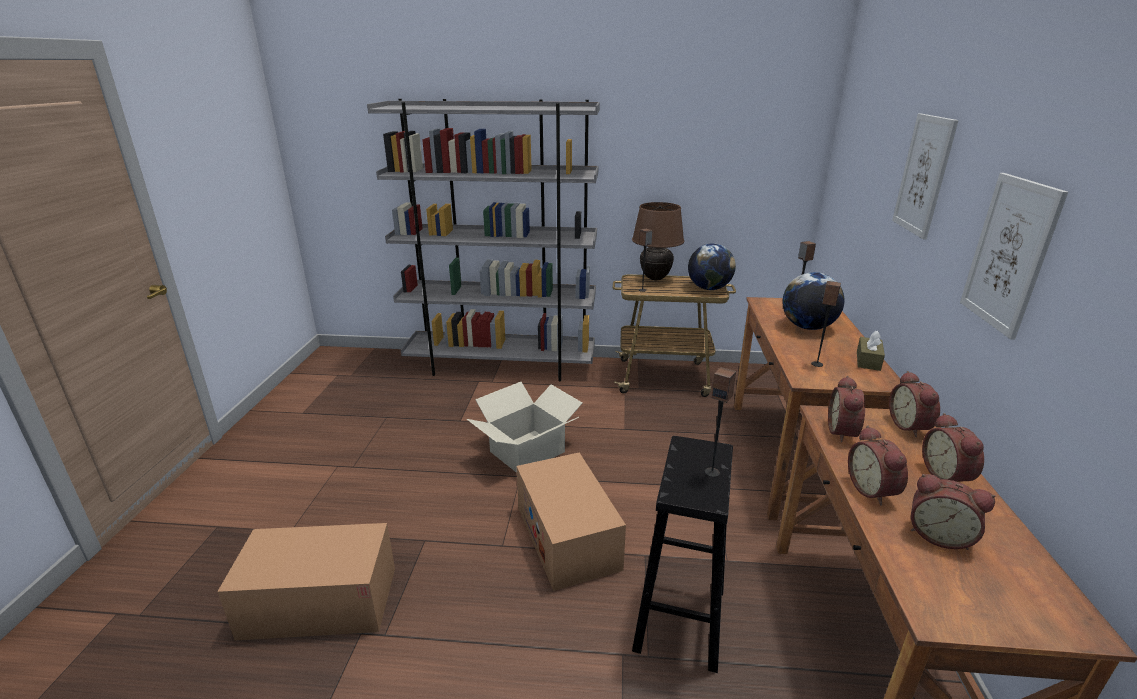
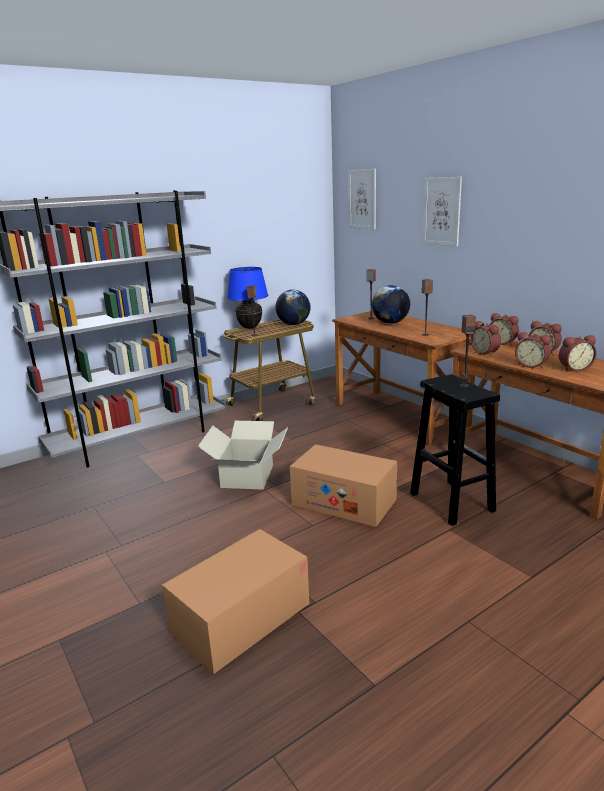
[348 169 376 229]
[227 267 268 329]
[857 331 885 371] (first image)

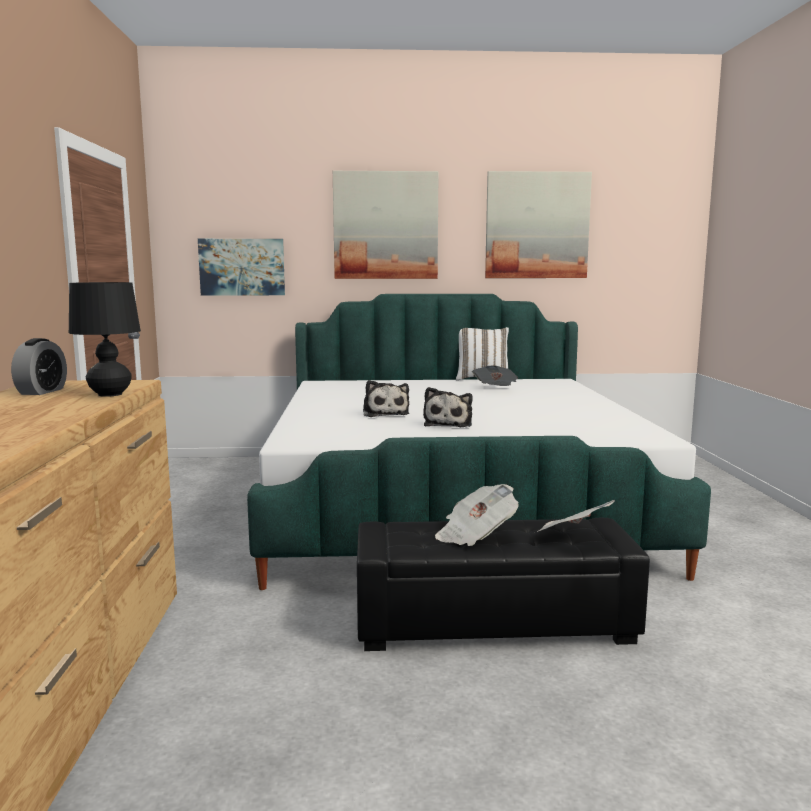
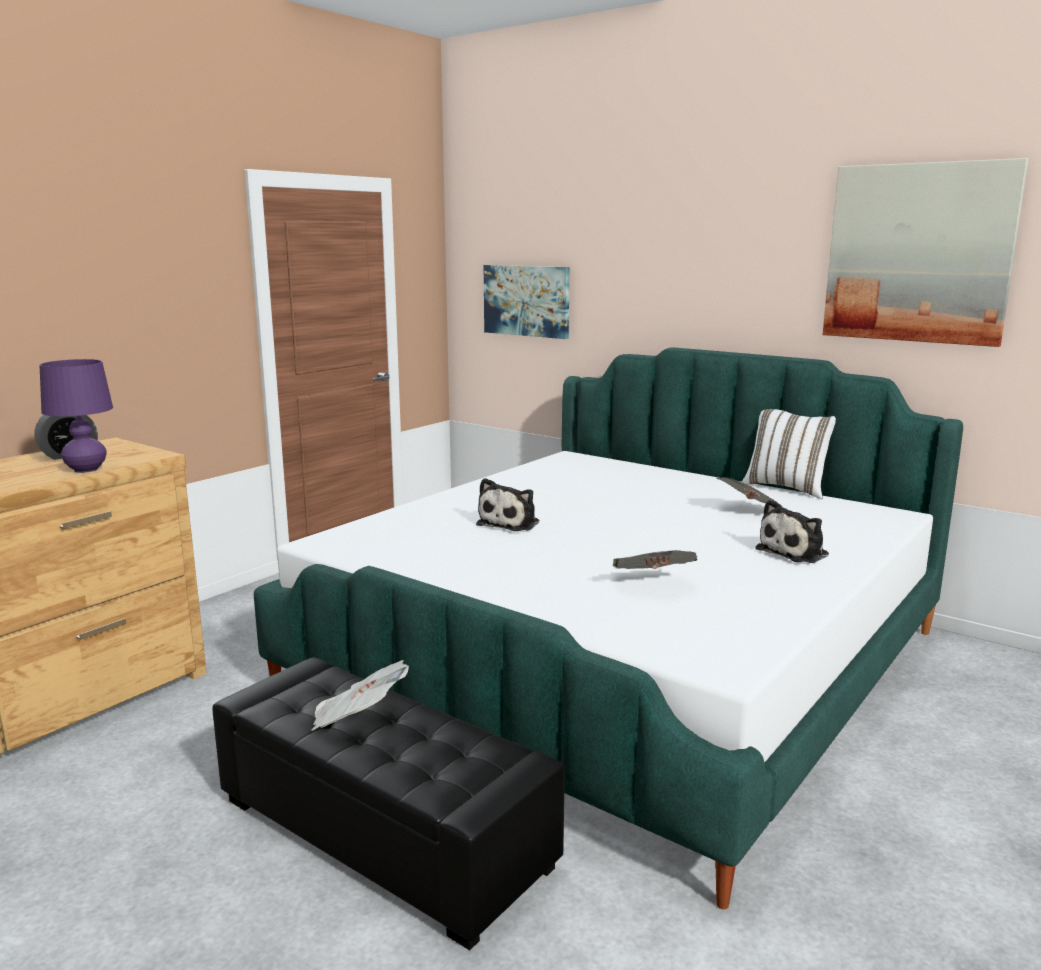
[333 171 439 279] (first image)
[39 359 113 473]
[755 499 829 563]
[613 550 698 569]

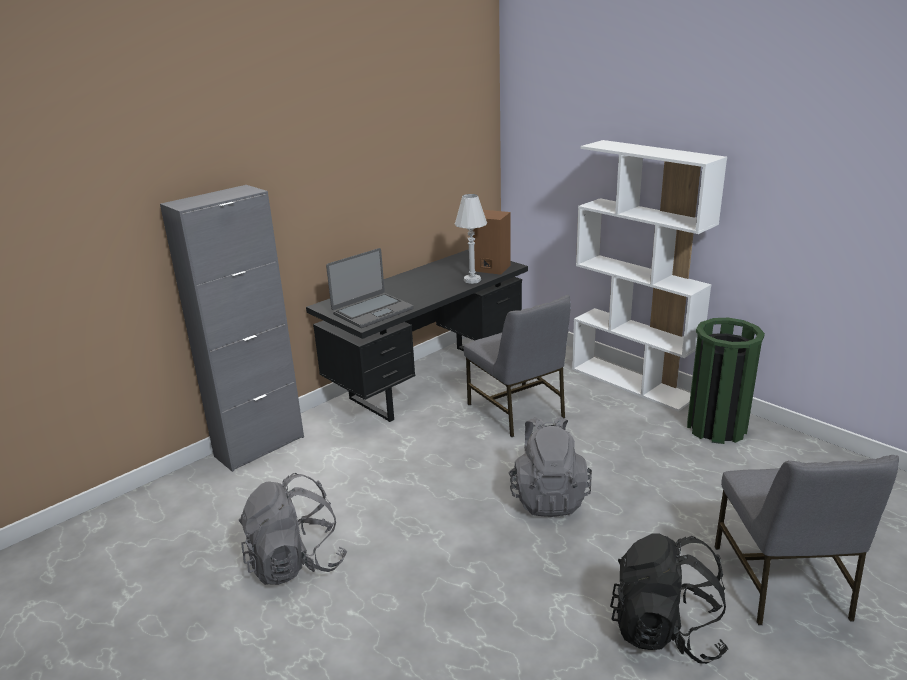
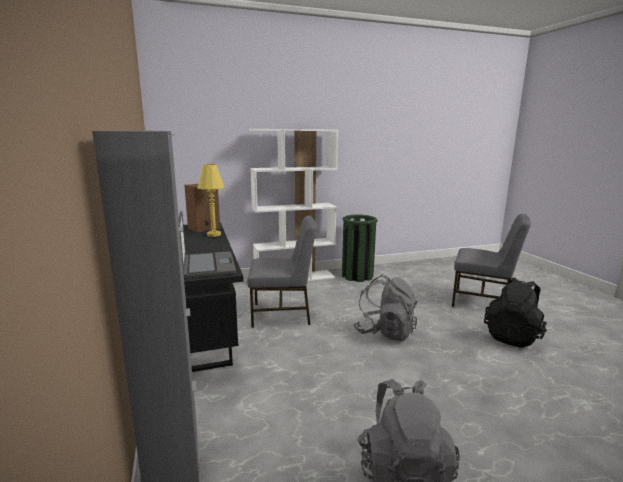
[197 164 225 237]

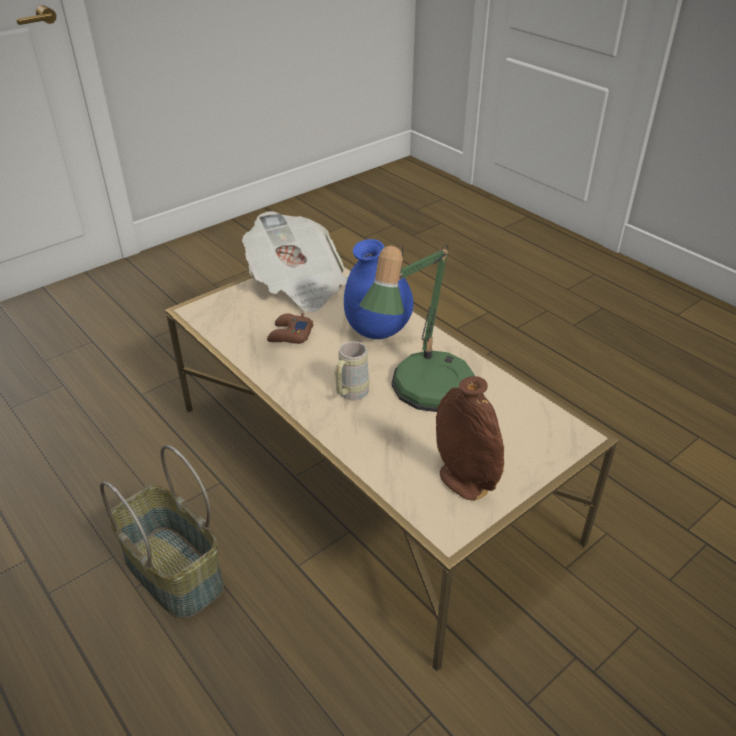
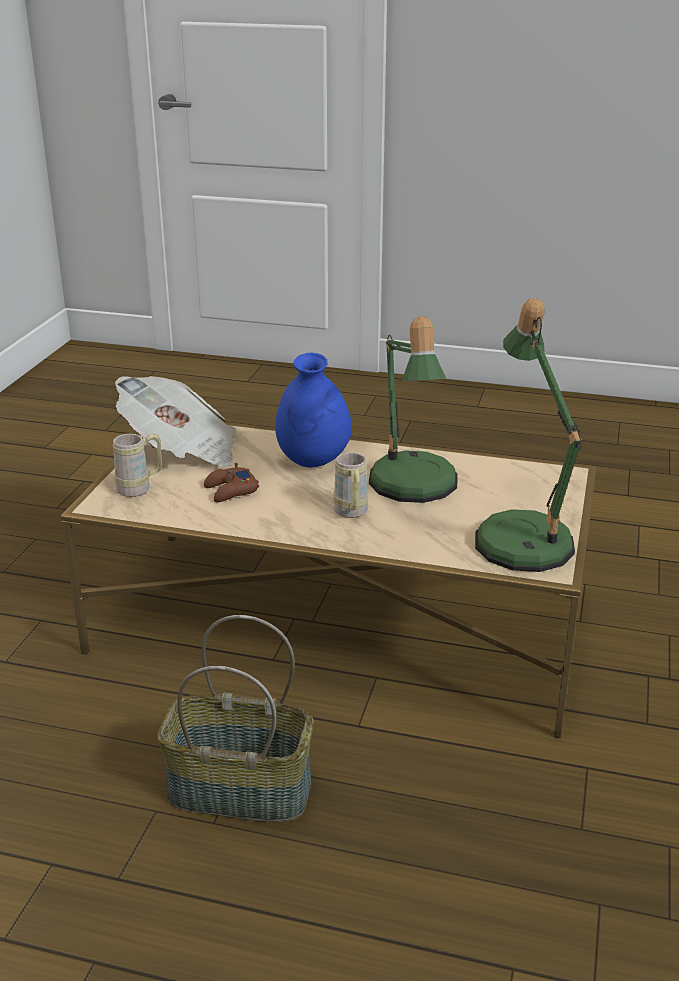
[475 298 582 572]
[113 433 162 497]

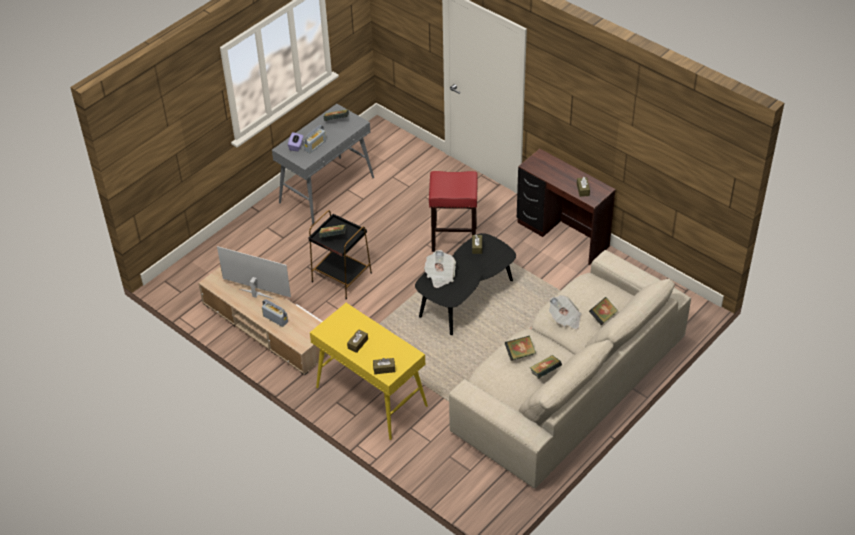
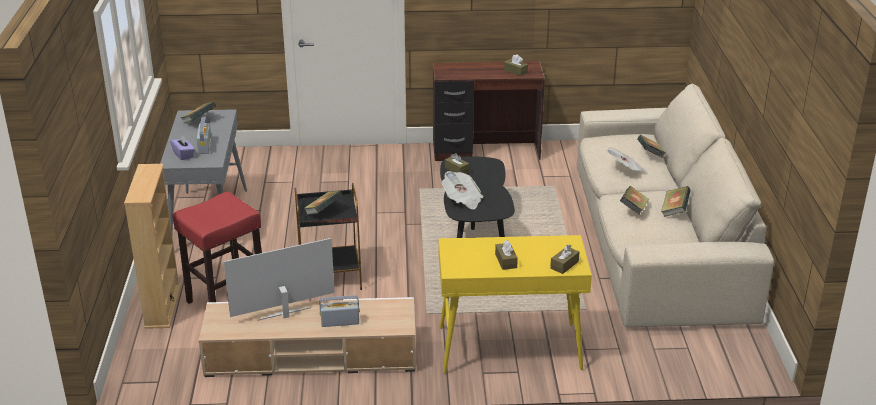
[172 192 262 304]
[124 164 181 329]

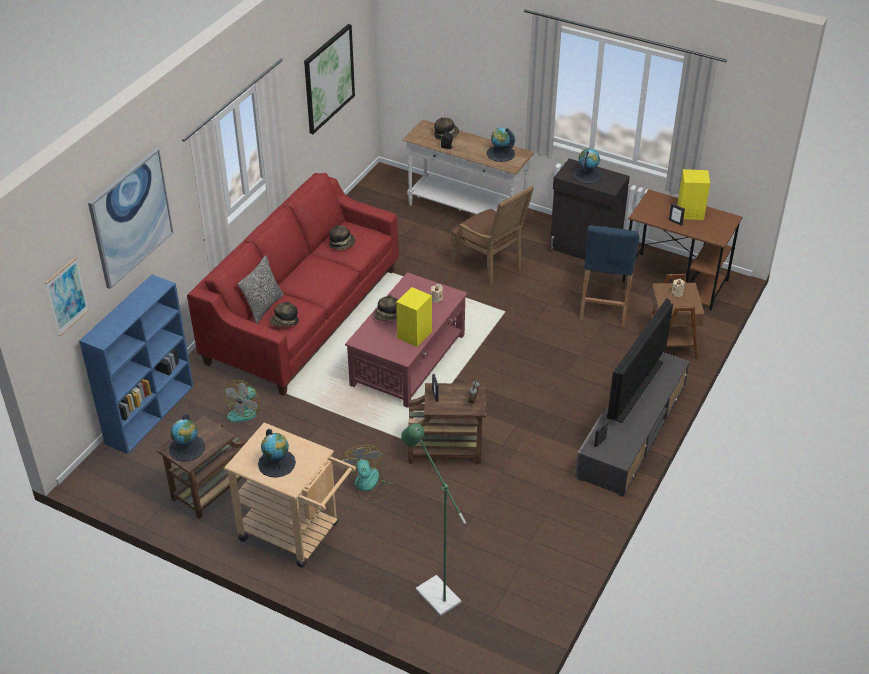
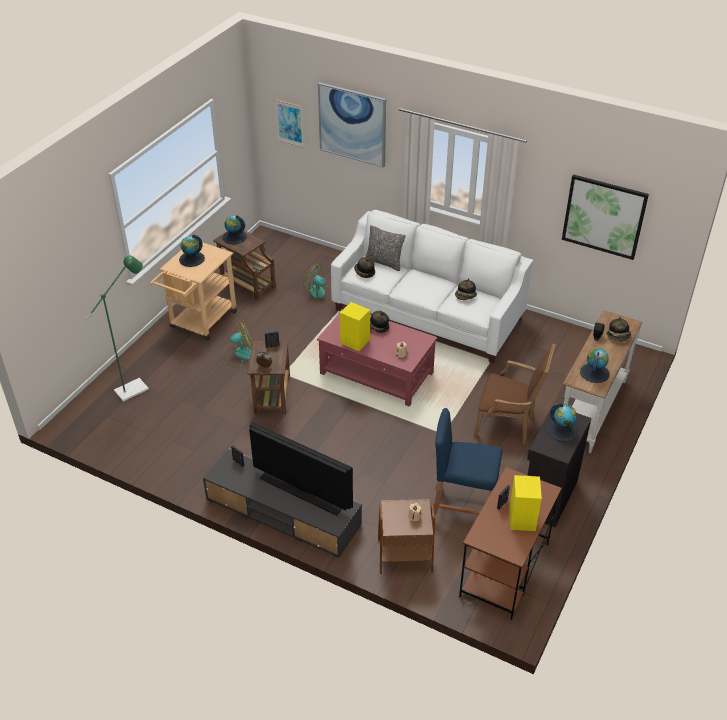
[331 210 534 363]
[474 343 556 444]
[79 275 193 454] (first image)

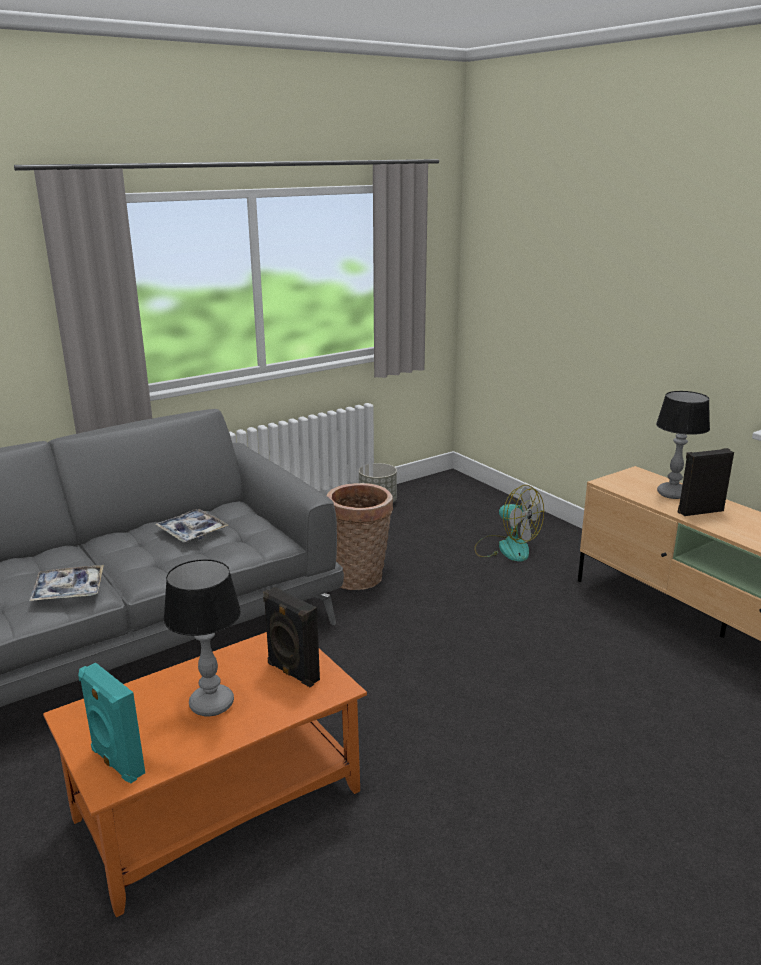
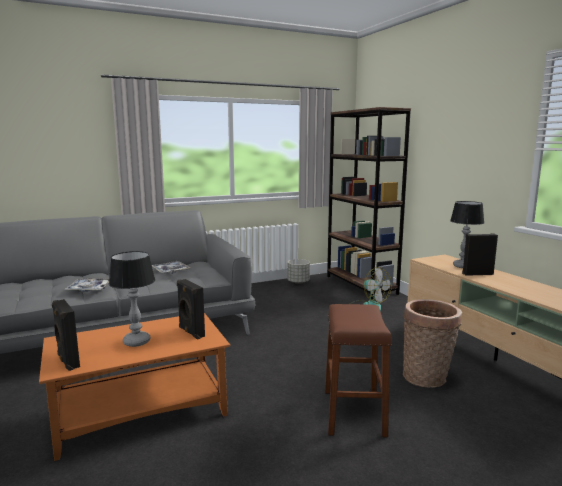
[403 299 462 388]
[52 299 80 371]
[327 107 411 299]
[325 304 392 437]

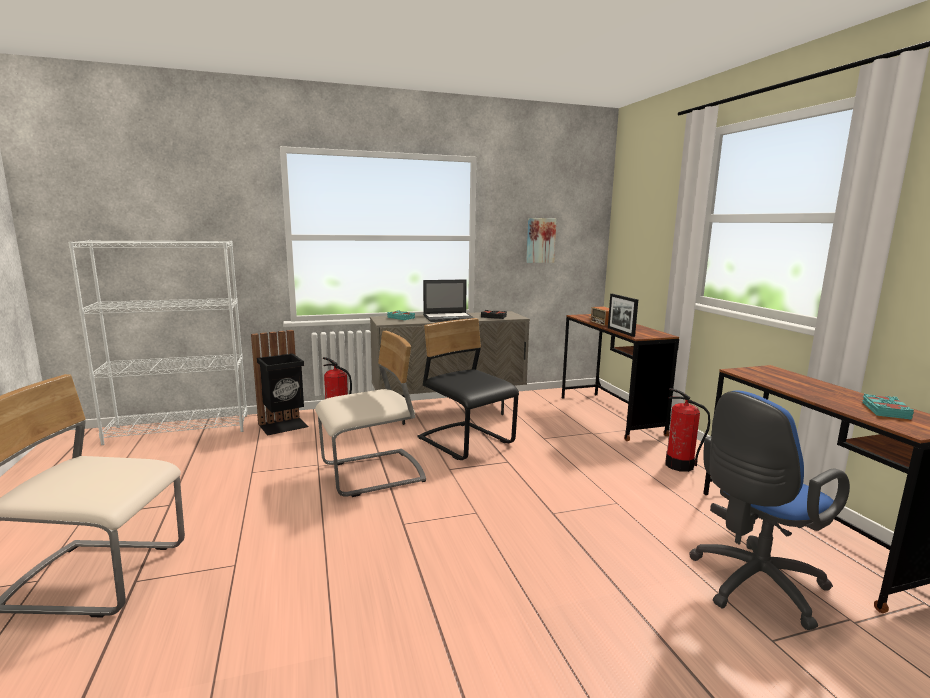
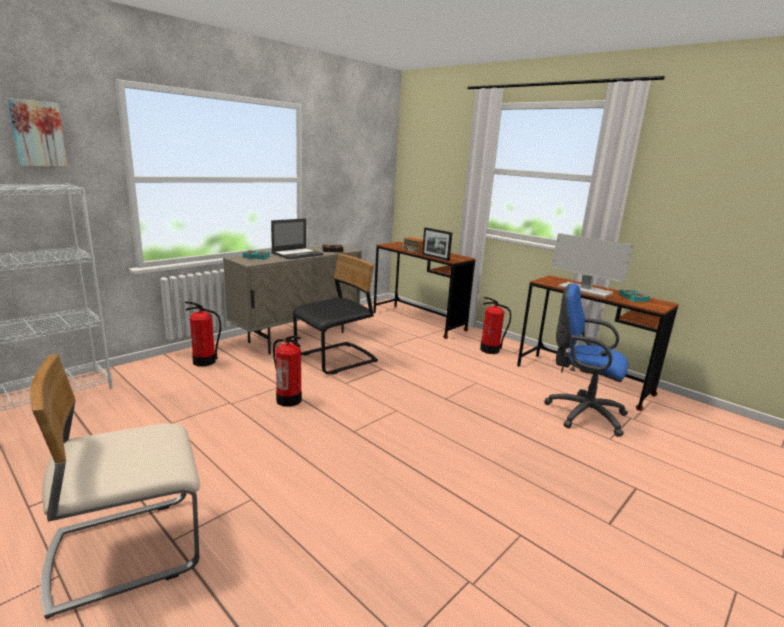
[7 98 68 167]
[292 254 378 375]
[251 330 309 436] (first image)
[273 336 302 407]
[544 283 628 437]
[551 233 633 298]

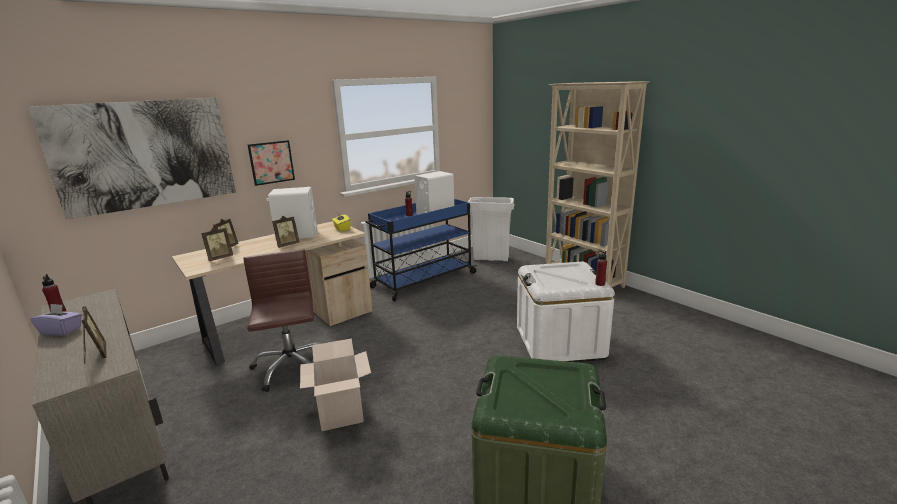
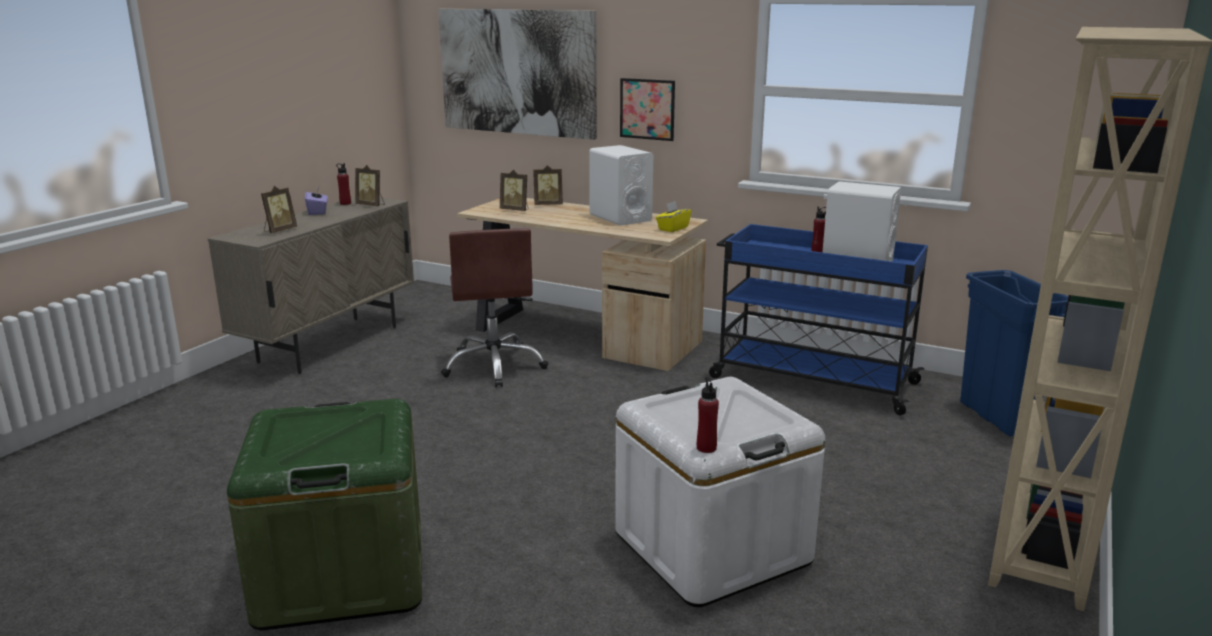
[960 270 1068 437]
[355 165 385 206]
[441 228 548 387]
[300 338 371 431] (first image)

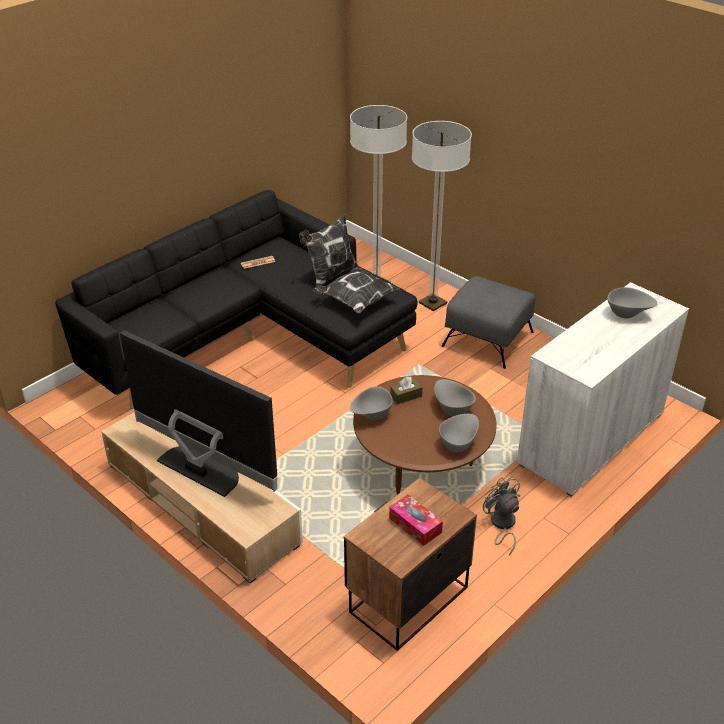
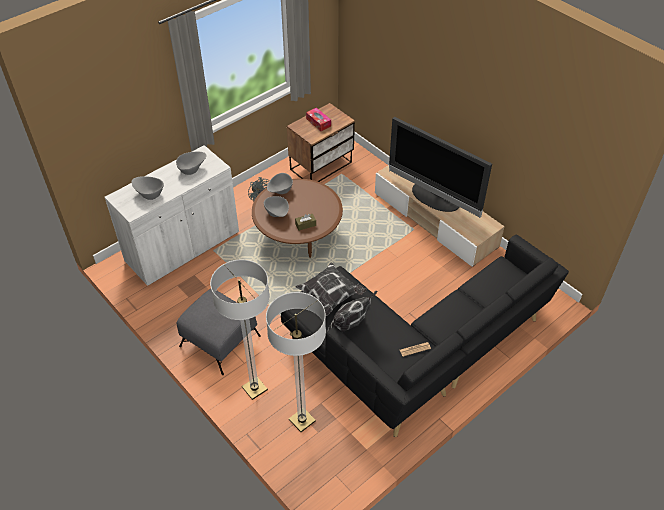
[176 152 206 175]

